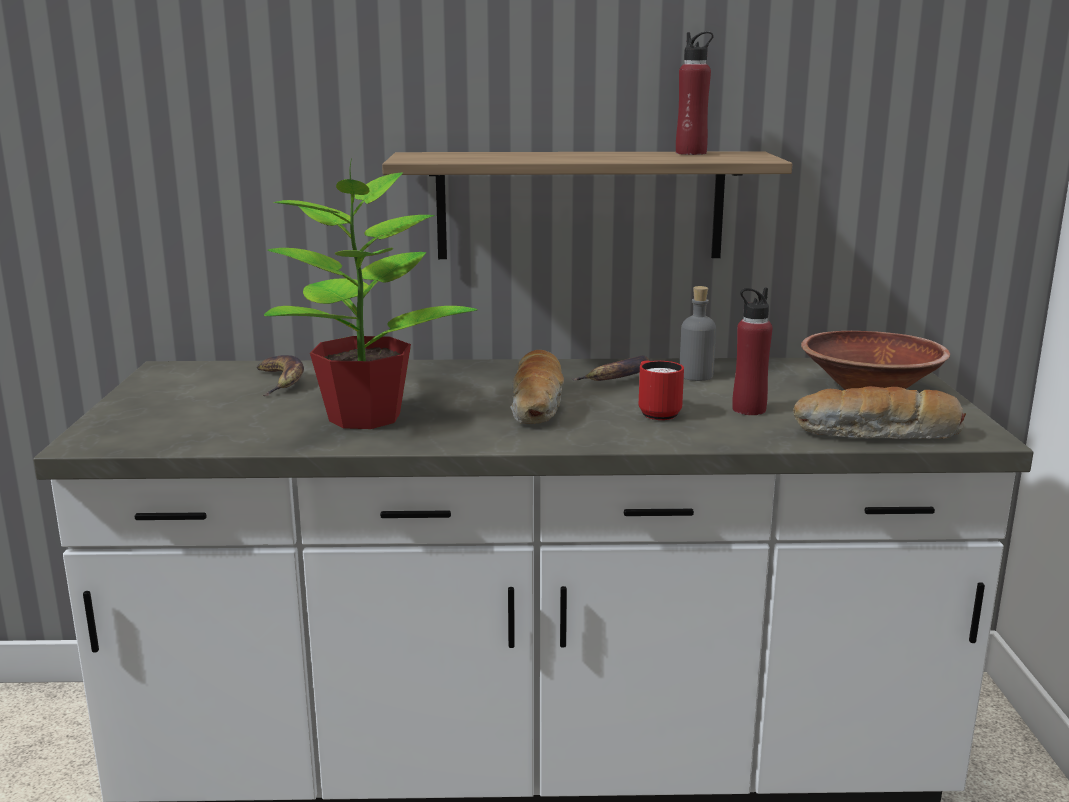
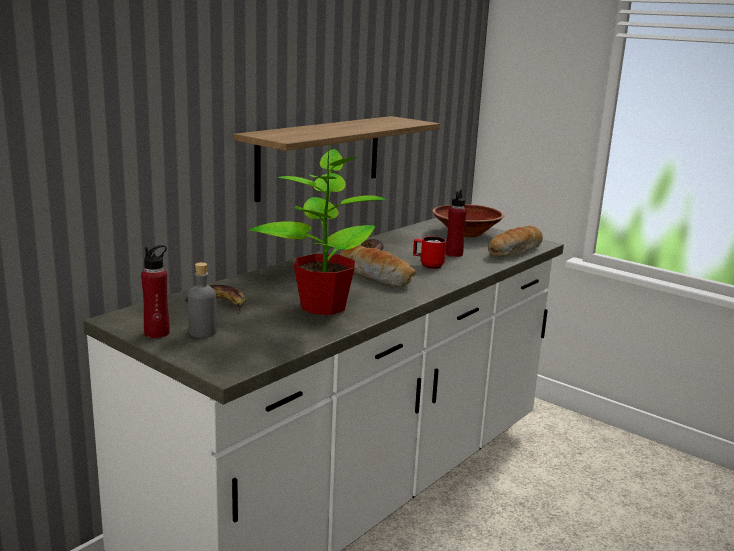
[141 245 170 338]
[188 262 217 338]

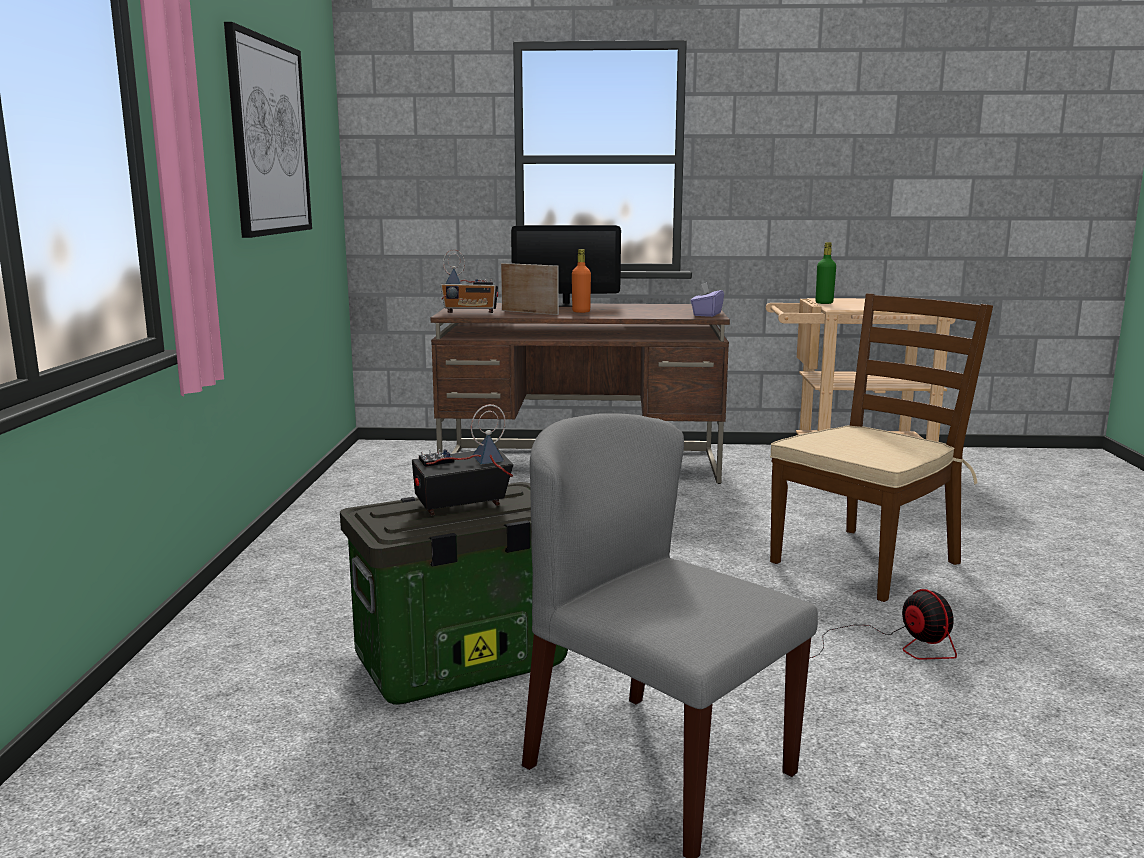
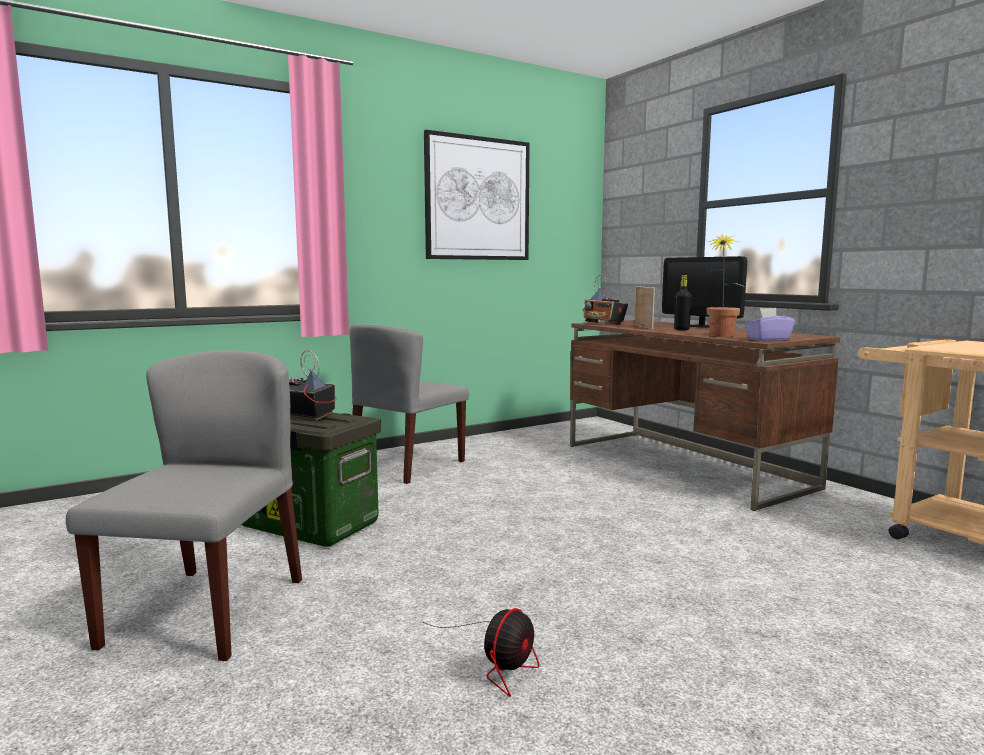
[815 242 836 304] (first image)
[674 275 692 330]
[770 293 993 602] (first image)
[707 234 745 337]
[349 324 469 484]

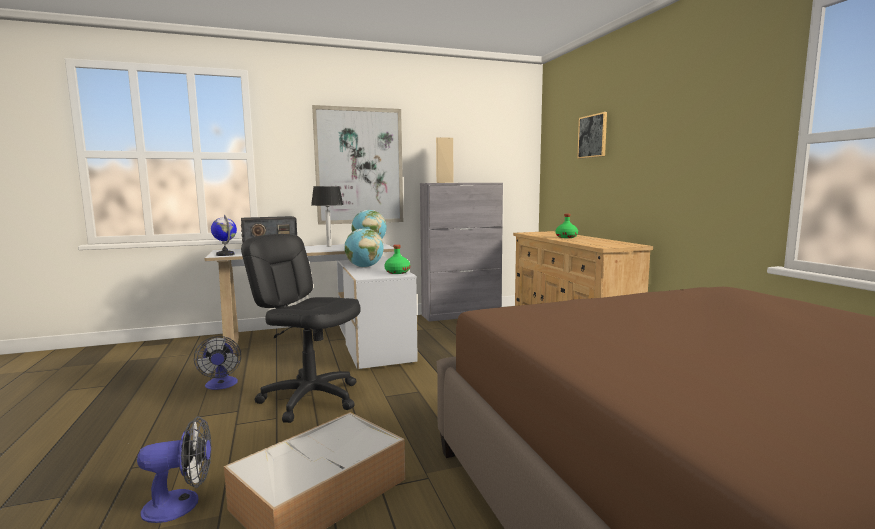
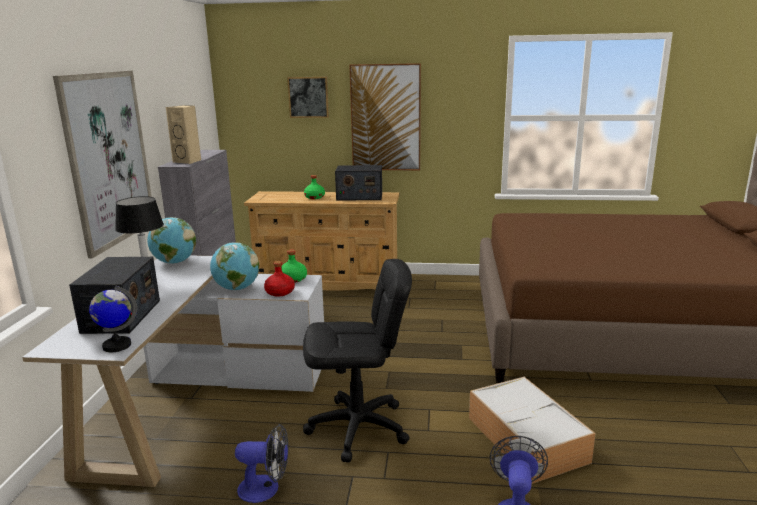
[303 259 412 463]
[349 63 421 170]
[335 165 382 201]
[264 261 295 296]

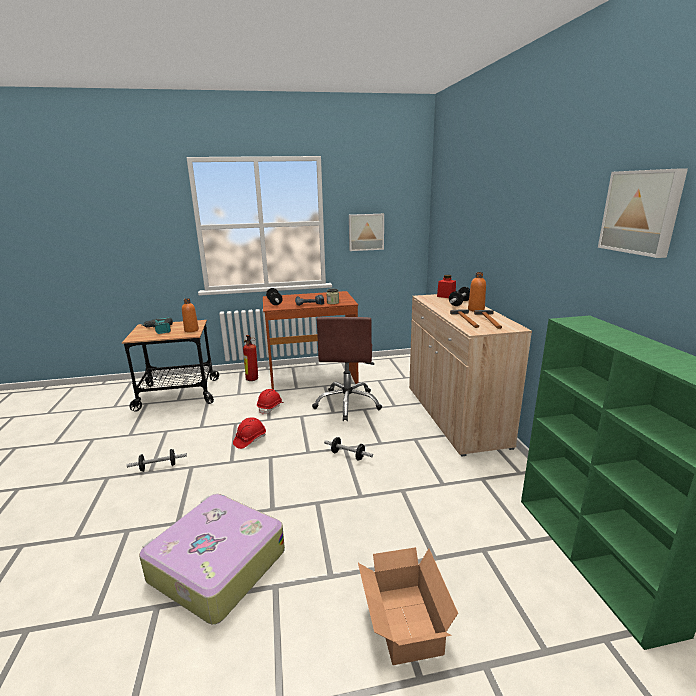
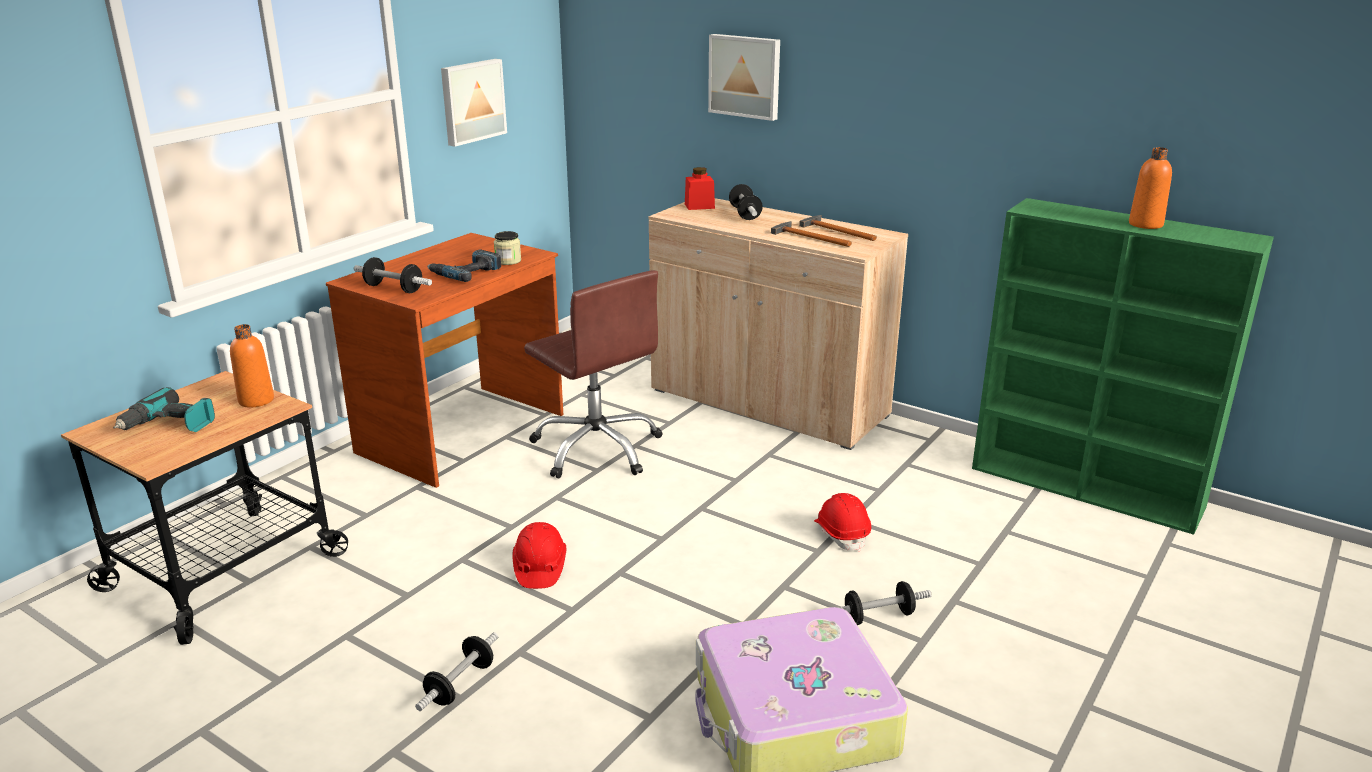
[708 34 780 121]
[1129 147 1172 229]
[243 335 258 381] (first image)
[814 493 871 552]
[837 581 932 625]
[358 547 458 665] (first image)

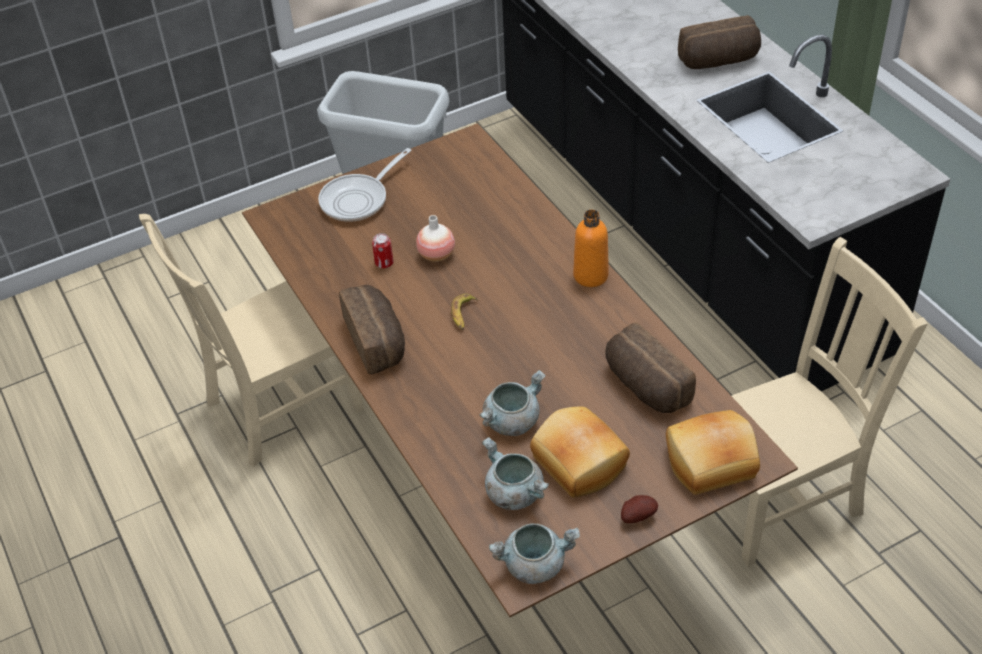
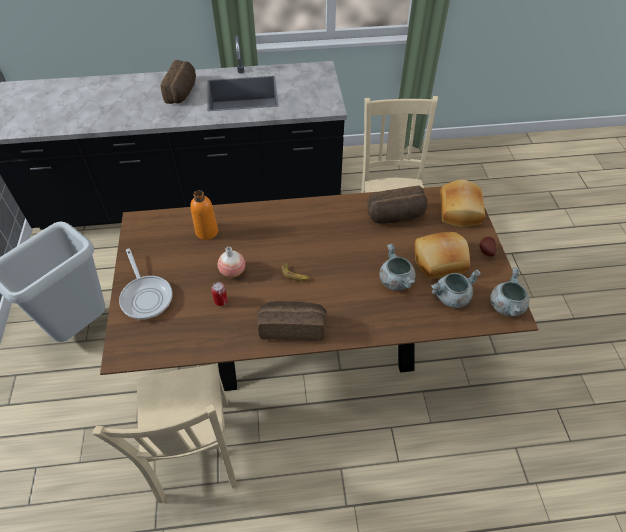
[190 190 218 240]

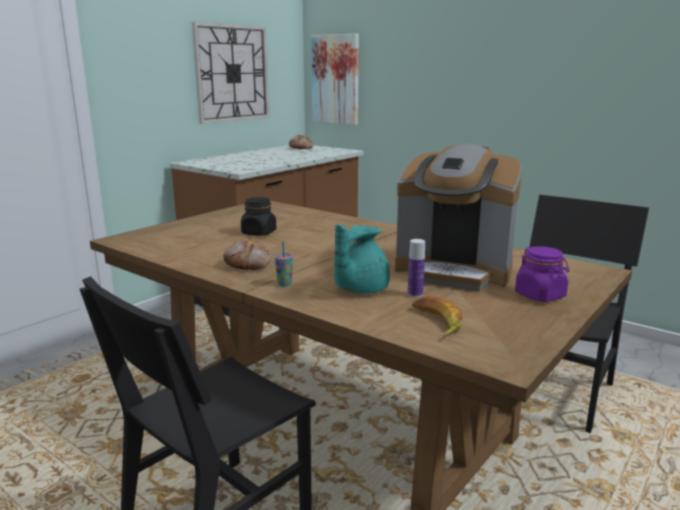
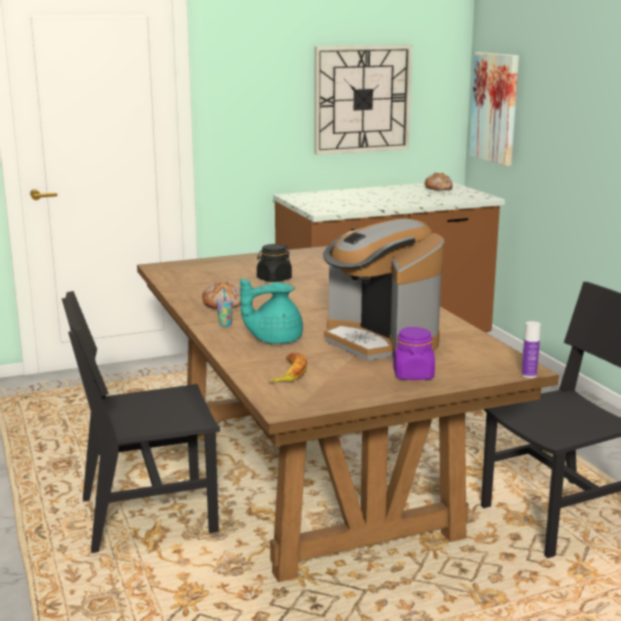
[521 321 541 378]

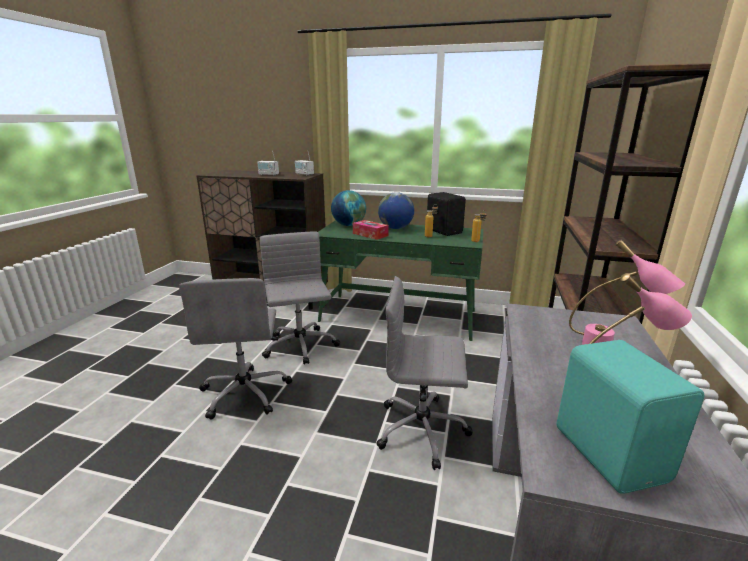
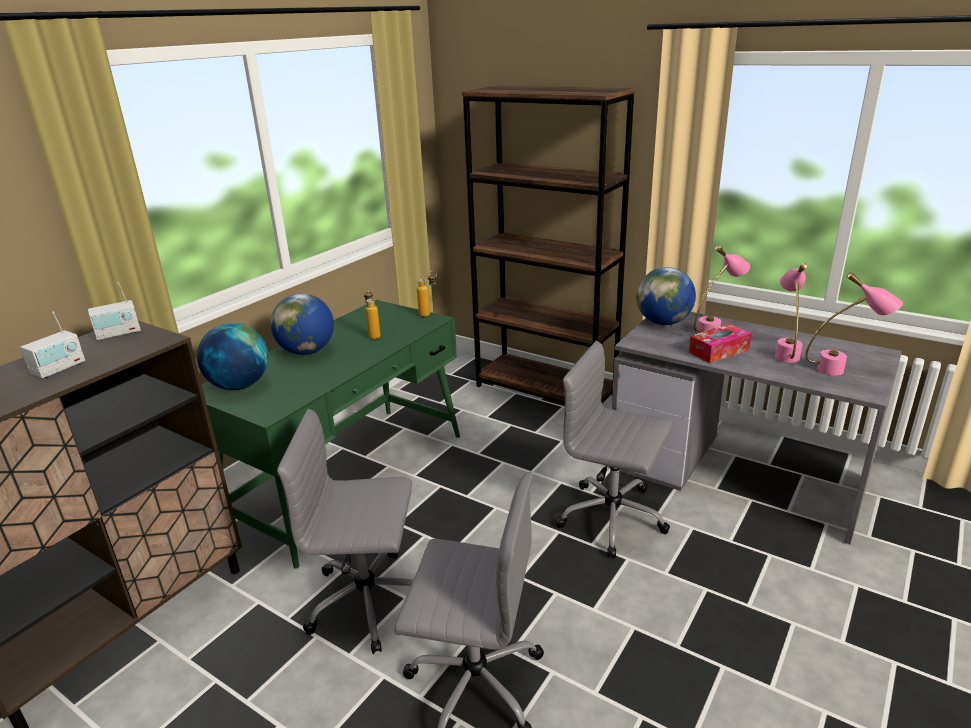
[427 192 466 236] (first image)
[689 324 752 363]
[555 341 673 558]
[806 272 903 376]
[636 267 696 325]

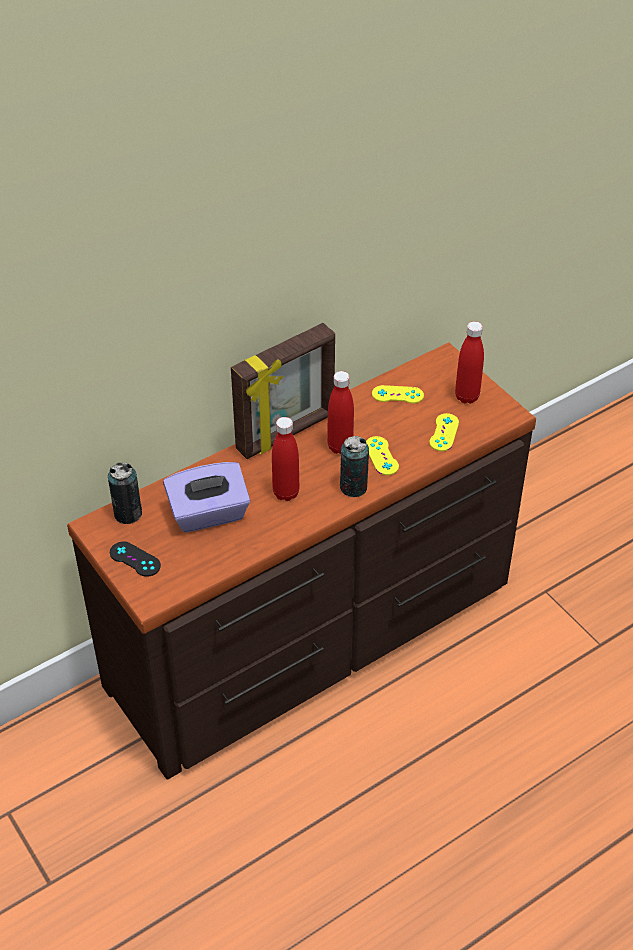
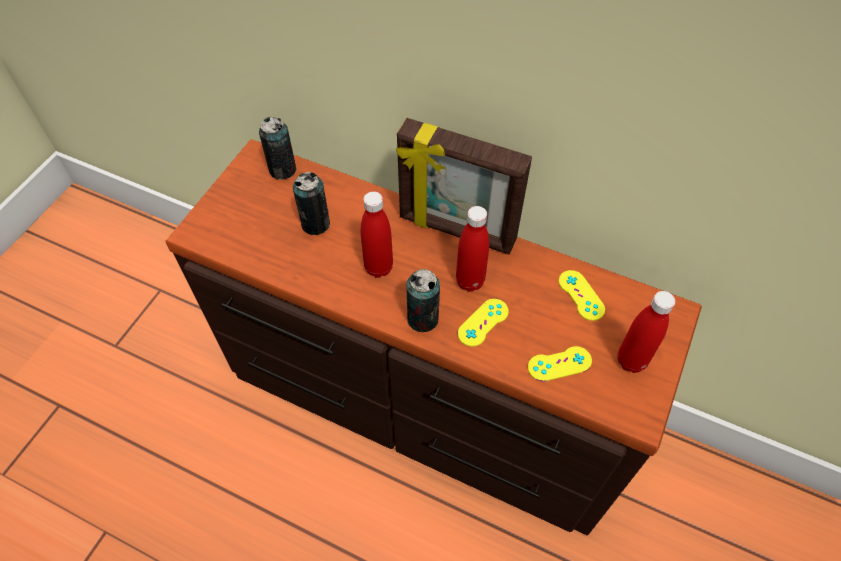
[293 172 330 235]
[110 542 161 577] (first image)

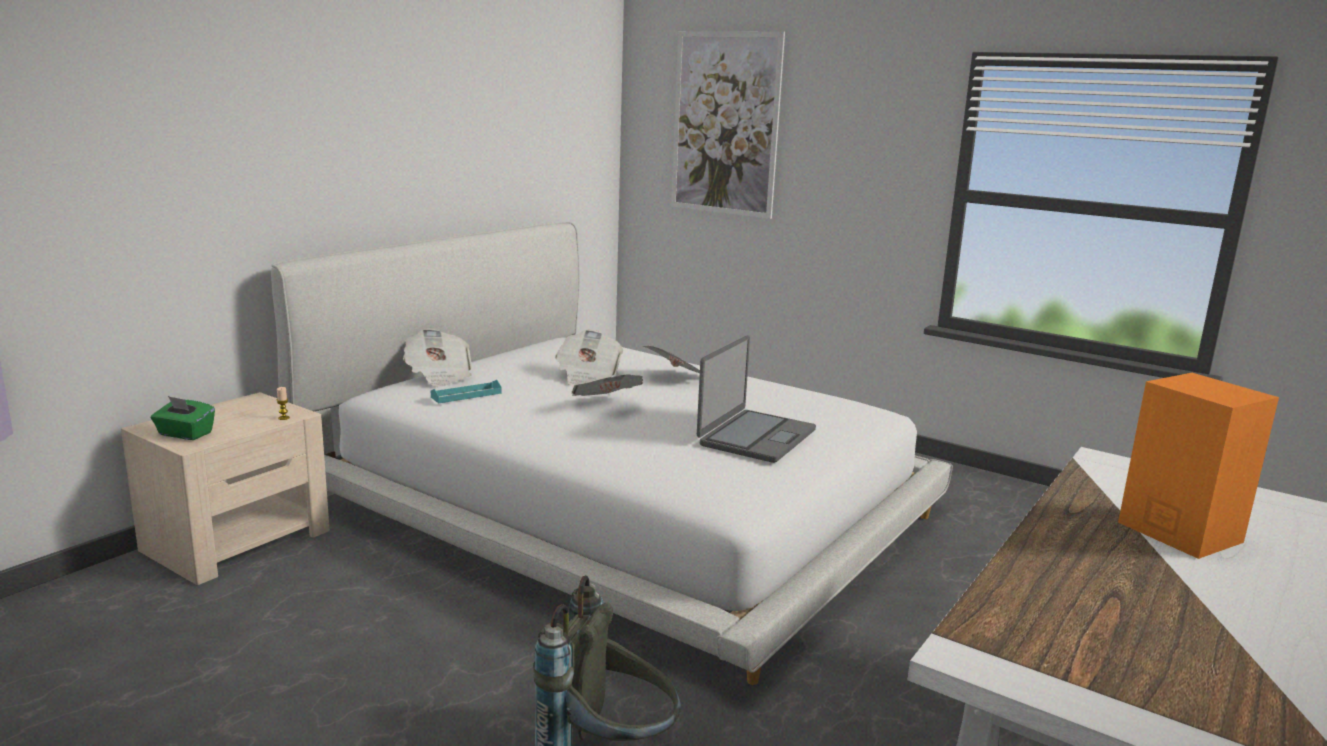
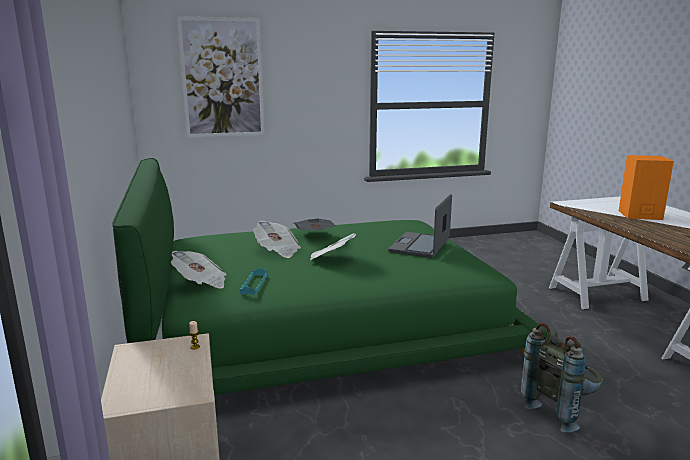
[112 158 551 395]
[388 194 452 258]
[151 396 215 440] (first image)

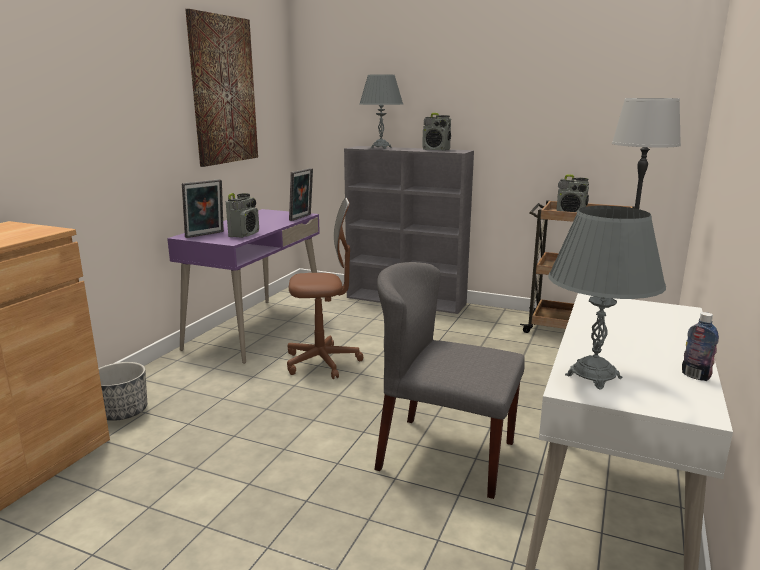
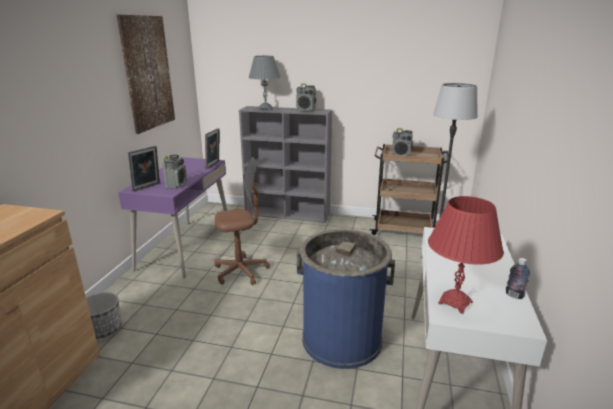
[428 196 504 314]
[297 229 395 369]

